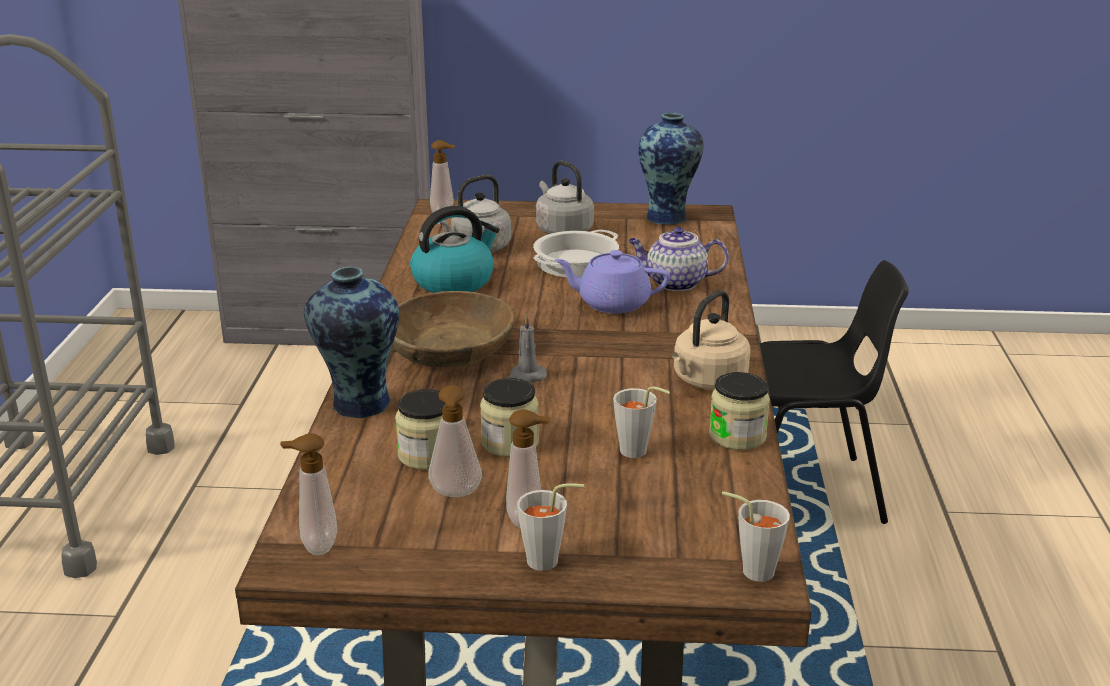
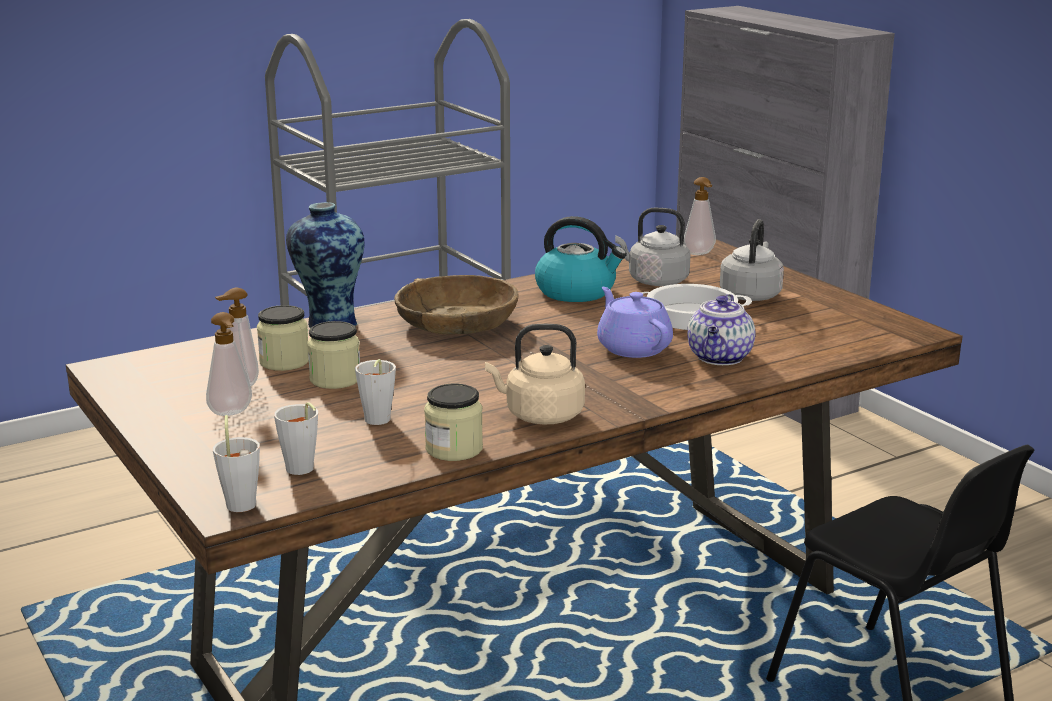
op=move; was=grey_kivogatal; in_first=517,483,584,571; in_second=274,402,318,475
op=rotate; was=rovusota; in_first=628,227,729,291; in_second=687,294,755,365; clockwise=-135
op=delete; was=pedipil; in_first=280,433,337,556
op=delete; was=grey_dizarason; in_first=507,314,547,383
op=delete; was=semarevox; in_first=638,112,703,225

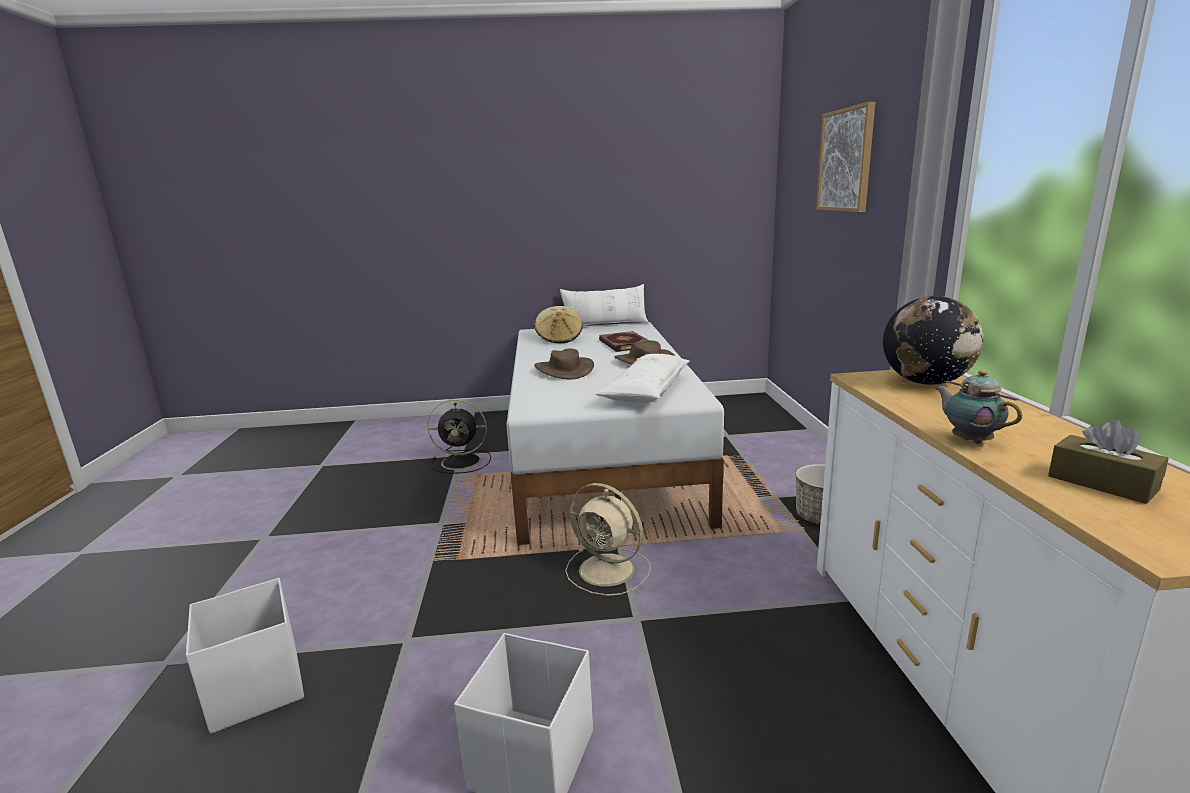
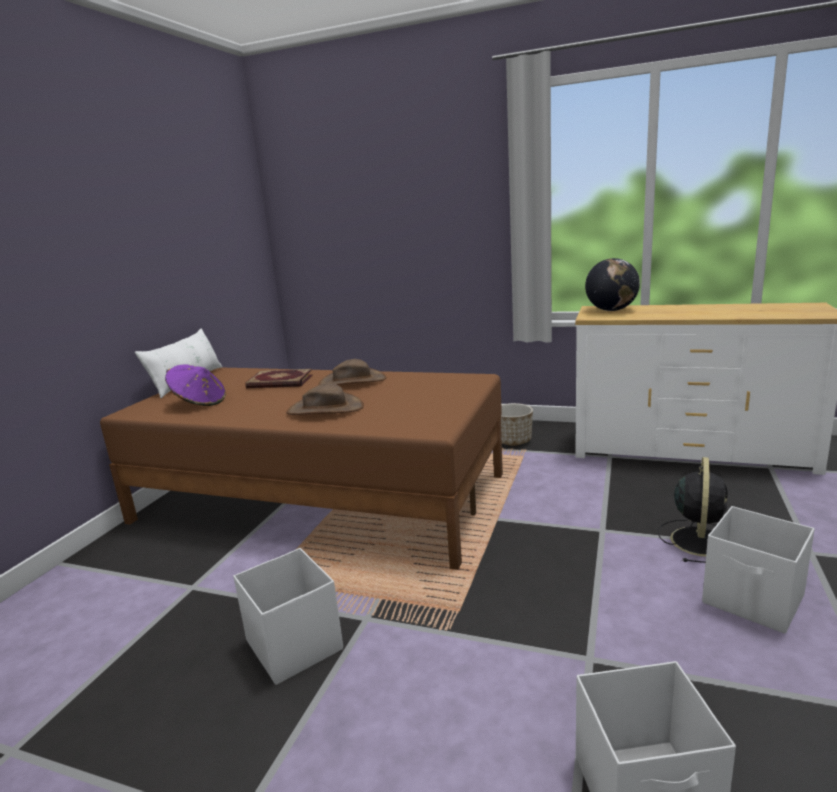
op=recolor; was=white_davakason; now=brown_davakason; in_first=506,322,724,545; in_second=100,368,503,570
op=recolor; was=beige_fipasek; now=purple_fipasek; in_first=534,306,583,343; in_second=165,364,226,406
op=insert; now=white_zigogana; in_second=233,548,343,685
op=move; was=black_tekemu; in_first=427,399,491,474; in_second=658,457,728,563
op=delete; was=beige_tekemu; in_first=565,483,651,596
op=delete; was=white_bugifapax; in_first=595,354,690,403
op=delete; was=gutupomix; in_first=816,101,875,212
op=delete; was=rovusota; in_first=935,370,1022,444
op=delete; was=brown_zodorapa; in_first=1048,419,1169,504

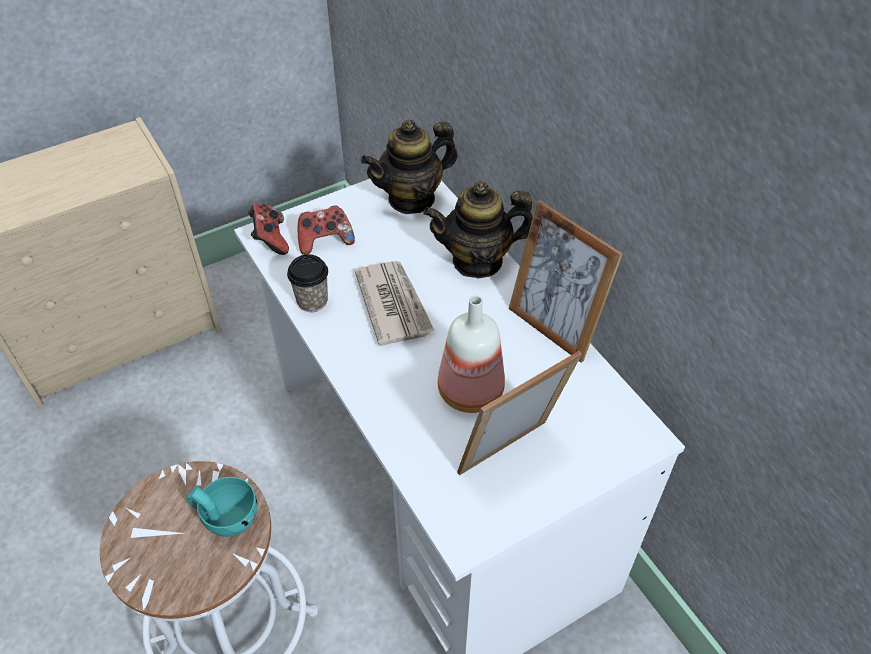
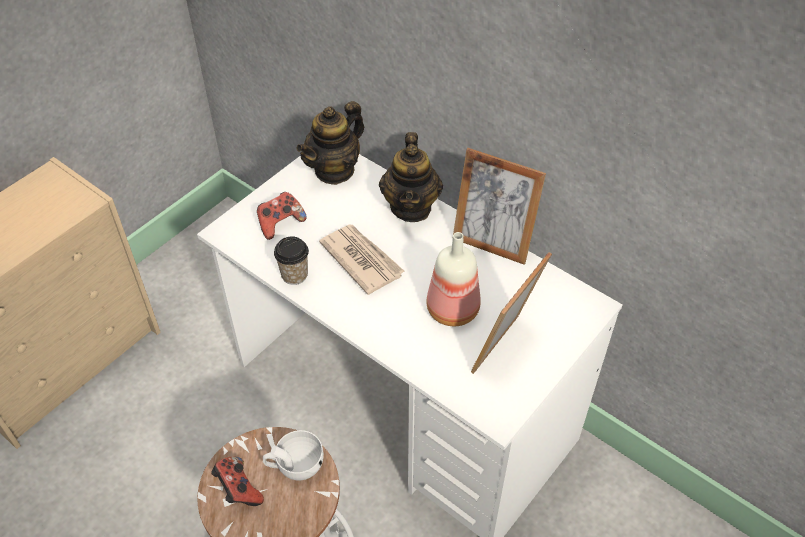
op=move; was=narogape; in_first=248,204,289,255; in_second=211,456,264,506
op=recolor; was=turquoise_kivogatal; now=white_kivogatal; in_first=186,477,258,537; in_second=263,430,324,480
op=rotate; was=rovusota; in_first=423,182,533,278; in_second=379,132,443,222; clockwise=-60

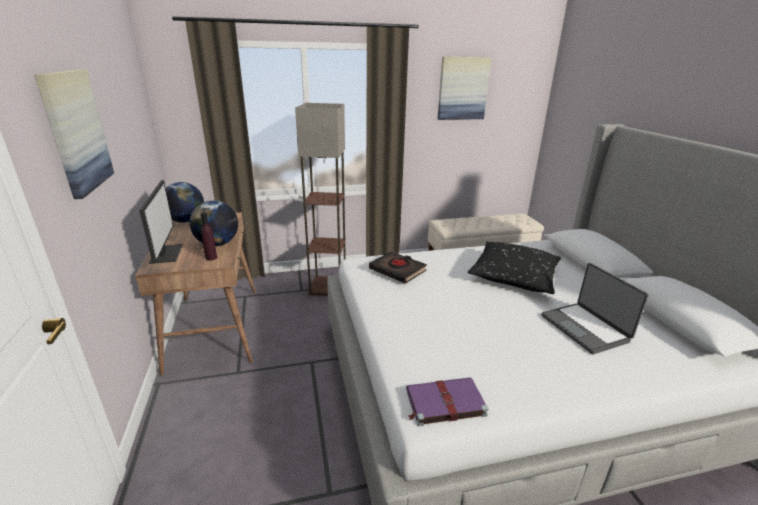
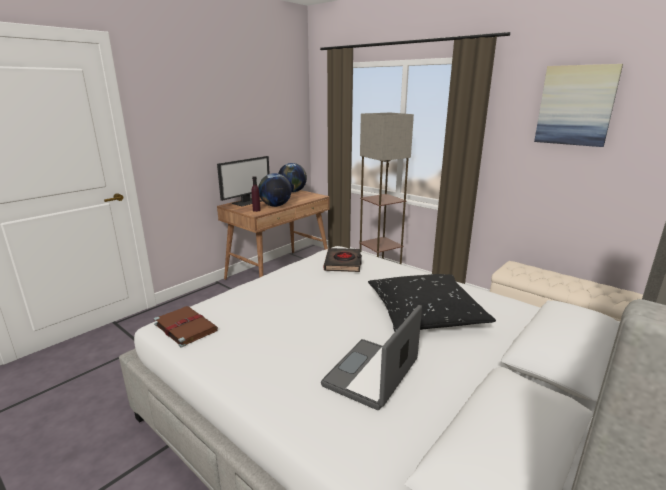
op=recolor; was=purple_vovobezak; now=brown_vovobezak; in_first=406,377,488,426; in_second=154,306,218,348
op=delete; was=gutupomix; in_first=34,69,114,199

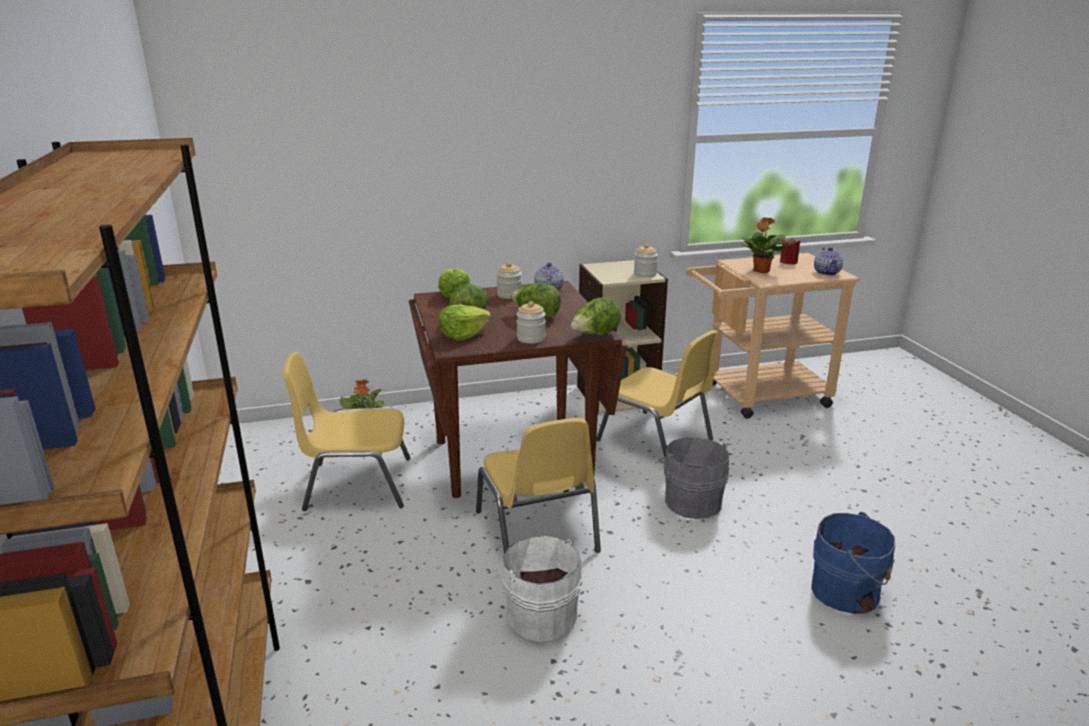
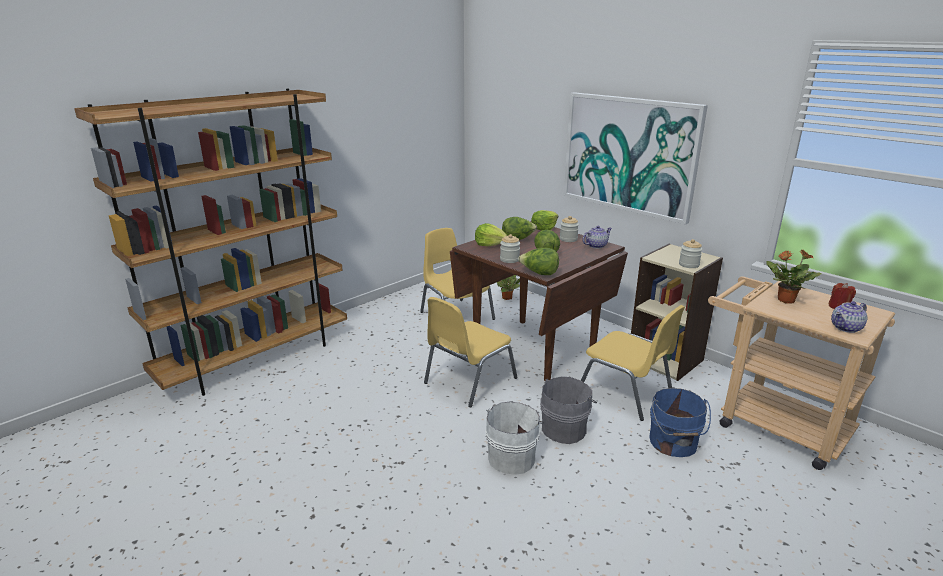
op=move; was=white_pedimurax; in_first=495,535,583,642; in_second=485,402,544,475
op=insert; now=gutupomix; in_second=564,92,708,225
op=rotate; was=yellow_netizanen; in_first=596,330,719,460; in_second=581,305,685,421; clockwise=-60
op=move; was=blue_pedimurax; in_first=811,512,895,614; in_second=649,388,711,457

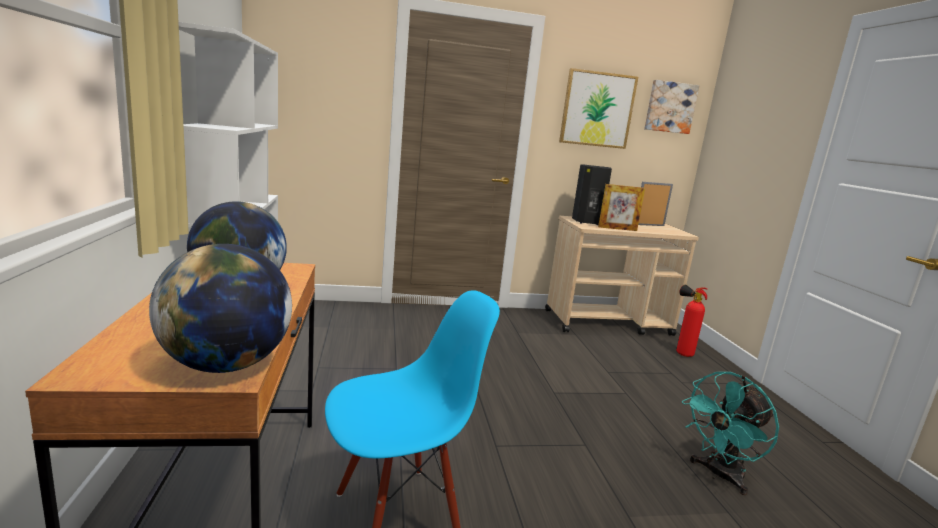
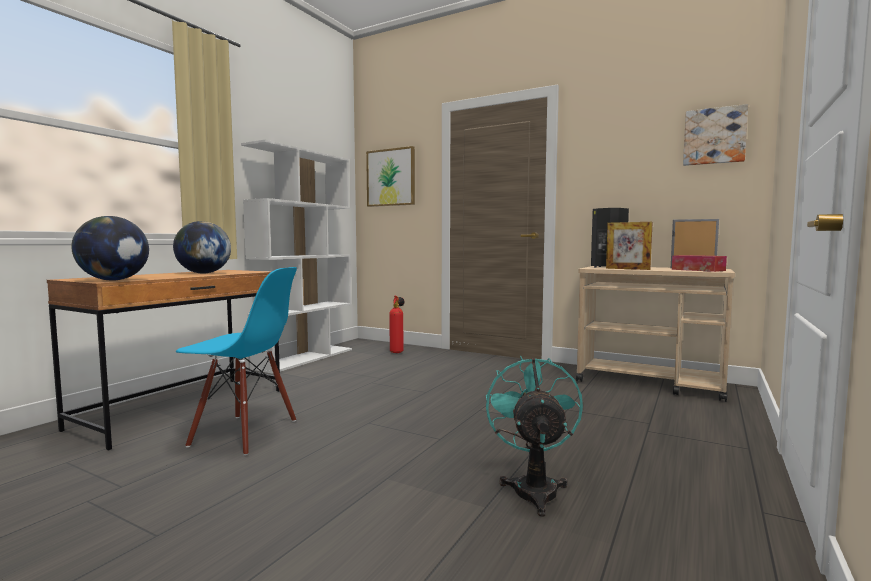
op=move; was=gutupomix; in_first=559,68,638,149; in_second=366,146,415,207
op=move; was=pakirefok; in_first=676,285,708,357; in_second=389,295,405,353
op=rotate; was=turquoise_tekemu; in_first=682,372,779,495; in_second=486,356,583,517; clockwise=90
op=insert; now=zodorapa; in_second=672,255,727,272

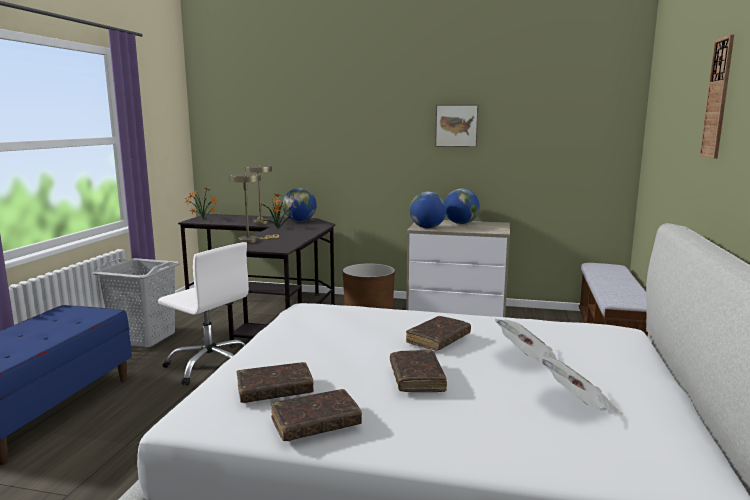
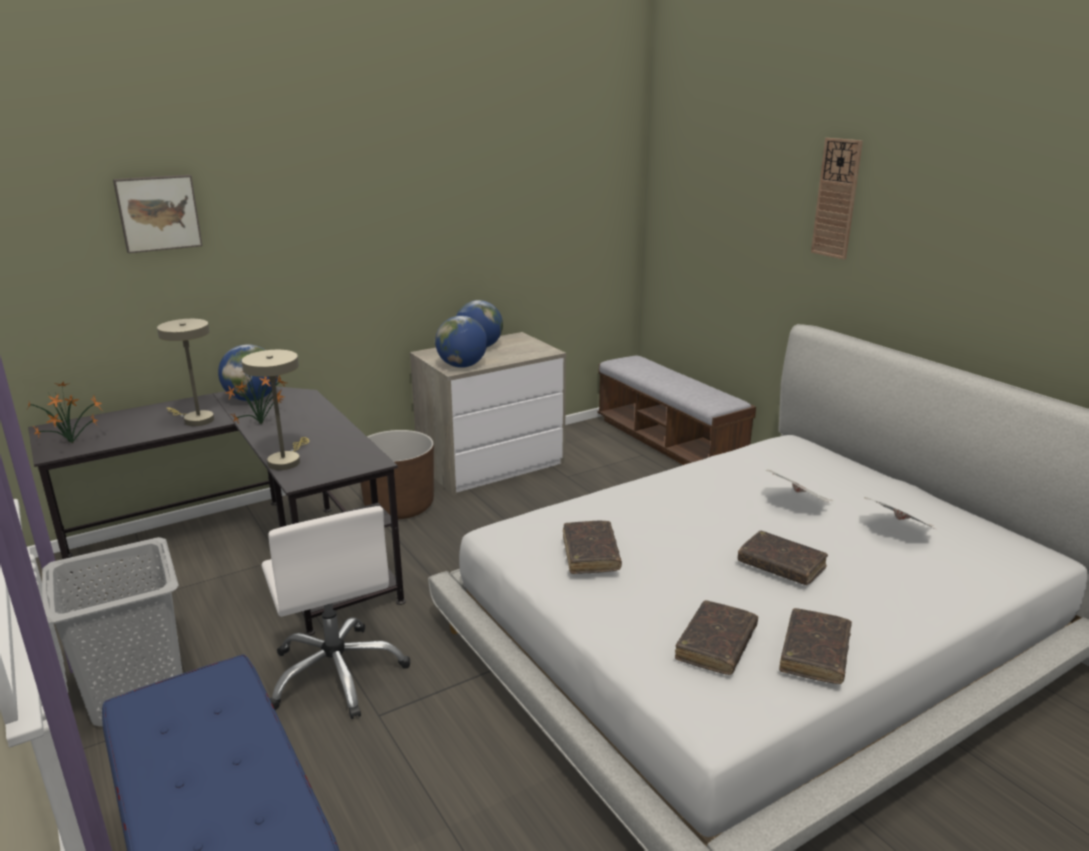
op=move; was=gutupomix; in_first=435,104,478,147; in_second=113,175,203,253
op=rotate; was=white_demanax; in_first=158,242,249,385; in_second=261,506,410,719; clockwise=75
op=move; was=brown_vovobezak; in_first=406,316,471,351; in_second=563,520,622,574

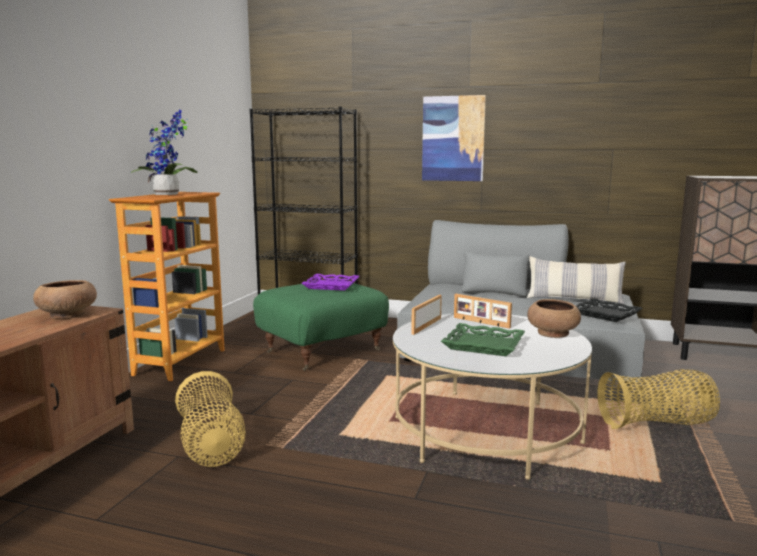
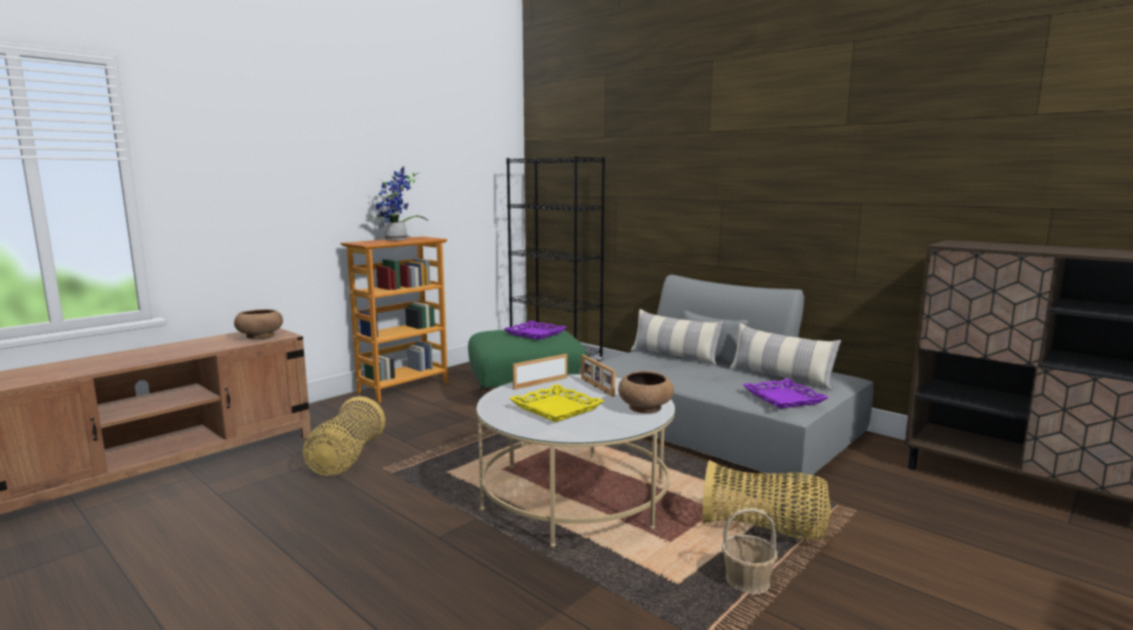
op=recolor; was=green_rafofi; now=yellow_rafofi; in_first=441,323,525,356; in_second=509,384,604,422
op=insert; now=bugifapax; in_second=631,309,724,366
op=insert; now=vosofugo; in_second=722,508,778,594
op=recolor; was=black_rafofi; now=purple_rafofi; in_first=576,298,643,322; in_second=743,379,829,409
op=delete; was=gutupomix; in_first=422,95,486,181

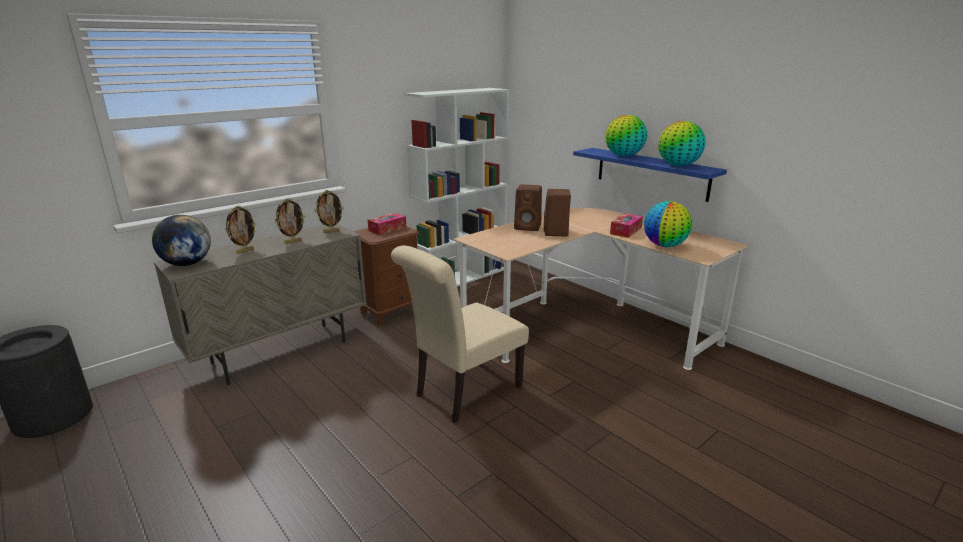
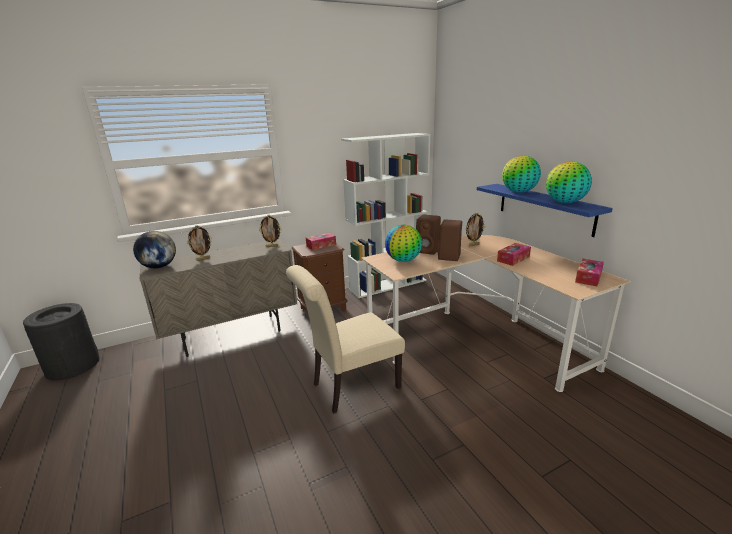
op=move; was=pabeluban; in_first=644,201,692,247; in_second=385,225,422,262
op=move; was=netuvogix; in_first=275,198,306,244; in_second=466,213,485,246
op=insert; now=zodorapa; in_second=575,259,604,286

